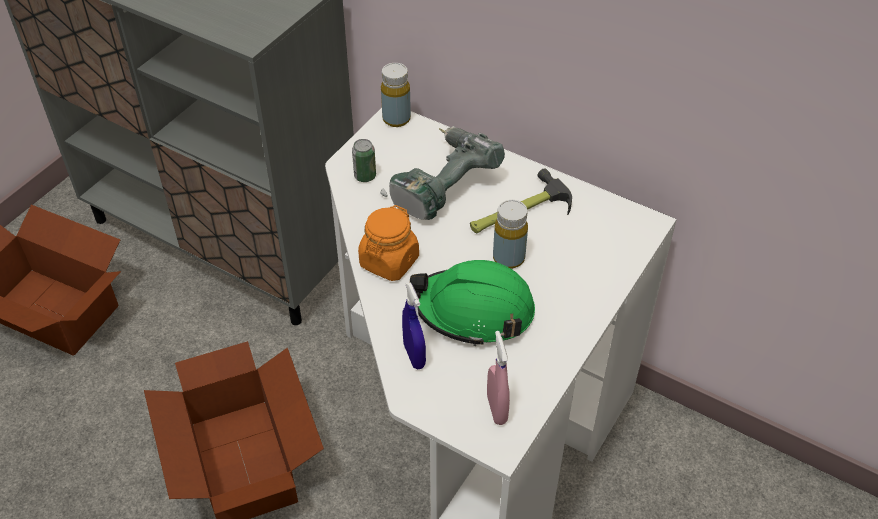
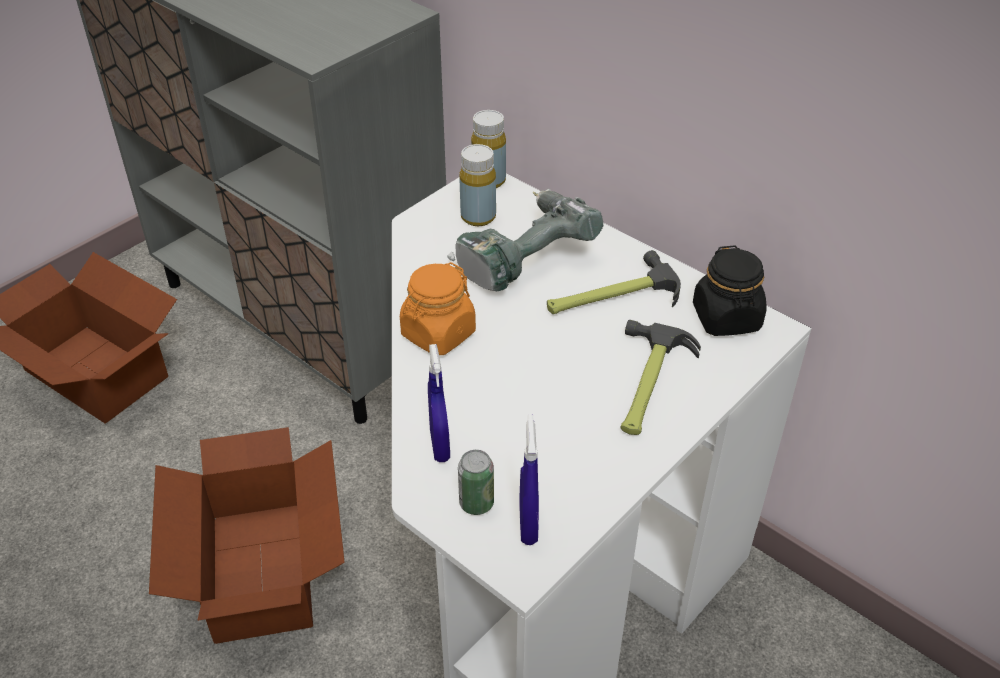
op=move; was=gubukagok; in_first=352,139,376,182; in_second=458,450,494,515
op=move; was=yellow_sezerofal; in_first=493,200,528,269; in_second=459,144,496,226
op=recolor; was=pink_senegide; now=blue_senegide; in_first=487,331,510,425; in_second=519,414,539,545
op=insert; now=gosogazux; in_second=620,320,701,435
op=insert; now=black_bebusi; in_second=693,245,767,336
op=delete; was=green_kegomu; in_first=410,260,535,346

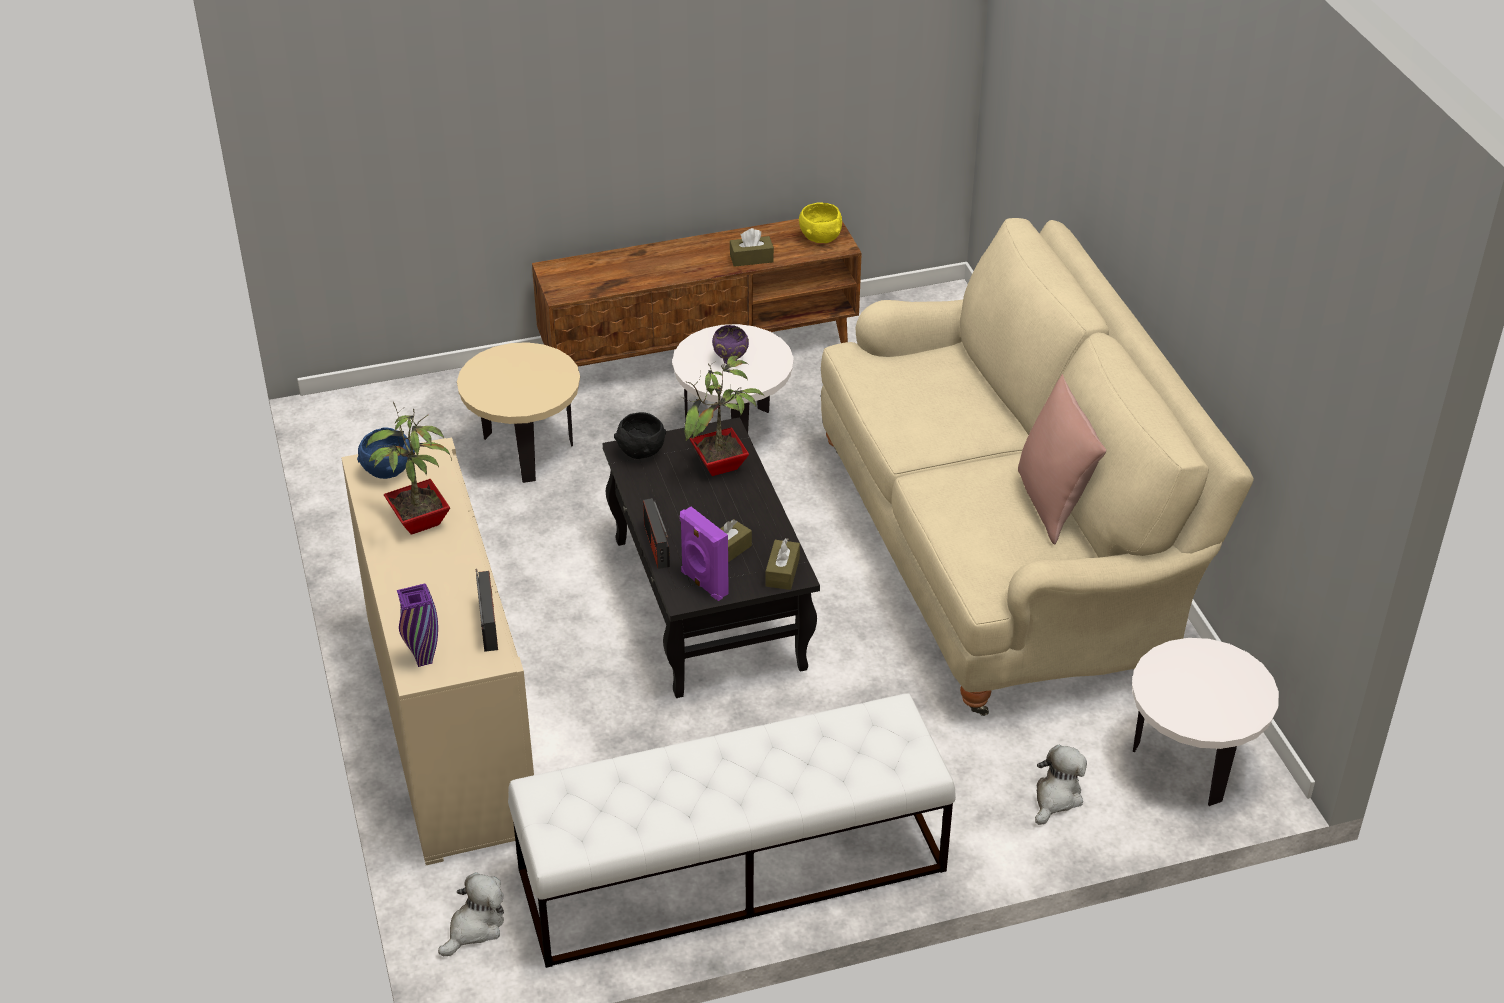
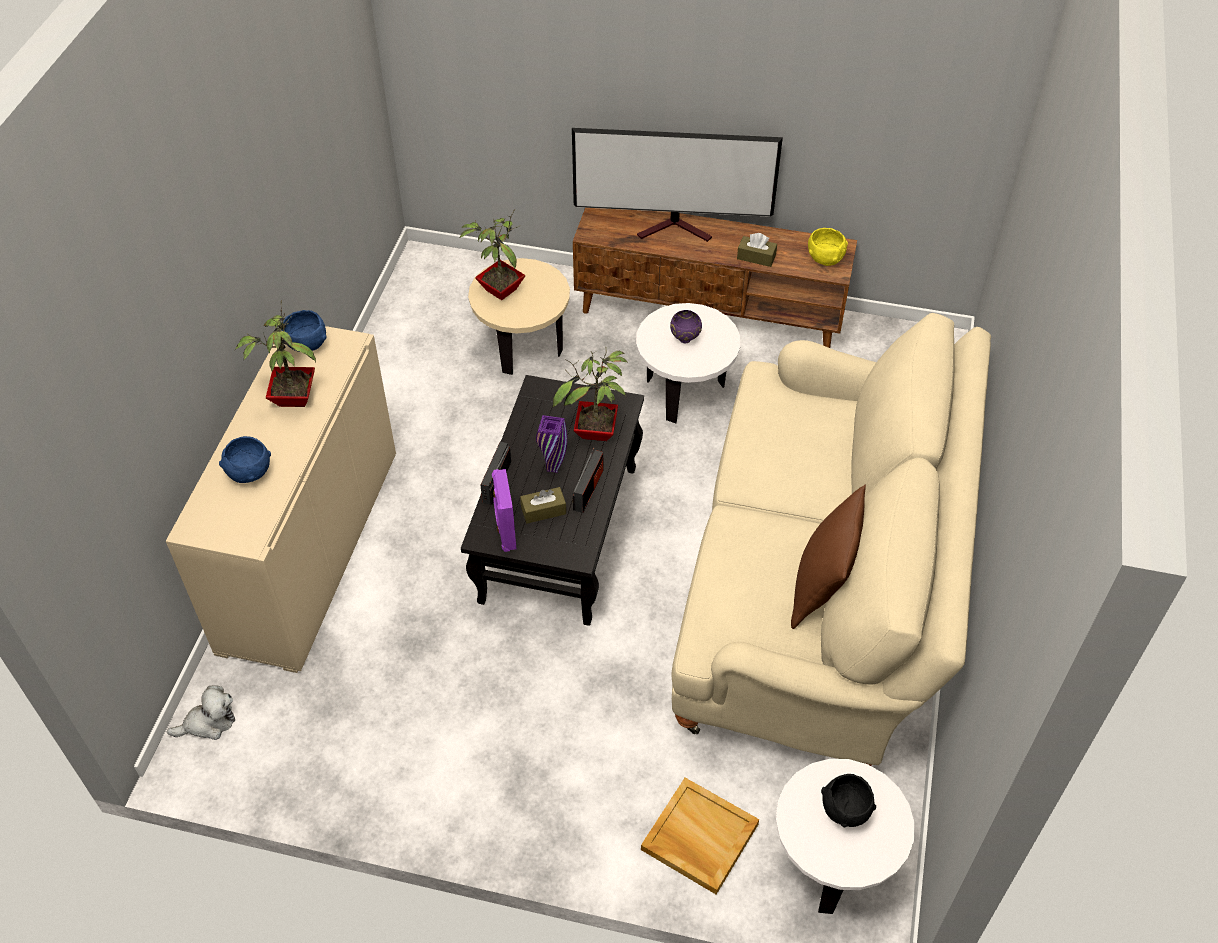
op=insert; now=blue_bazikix; in_second=219,436,271,483
op=insert; now=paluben; in_second=460,210,525,300
op=move; was=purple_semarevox; in_first=397,584,438,667; in_second=536,415,567,473
op=insert; now=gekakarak; in_second=572,128,783,242
op=move; was=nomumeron; in_first=476,569,498,652; in_second=573,448,603,513
op=replace; was=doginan; now=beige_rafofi; in_first=1035,745,1087,825; in_second=641,778,759,895
op=recolor; was=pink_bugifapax; now=brown_bugifapax; in_first=1018,374,1106,545; in_second=791,484,866,629
op=move; was=black_bazikix; in_first=614,412,666,459; in_second=821,774,876,827
op=delete; was=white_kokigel; in_first=508,693,956,968
op=delete; was=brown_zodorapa; in_first=766,538,800,590

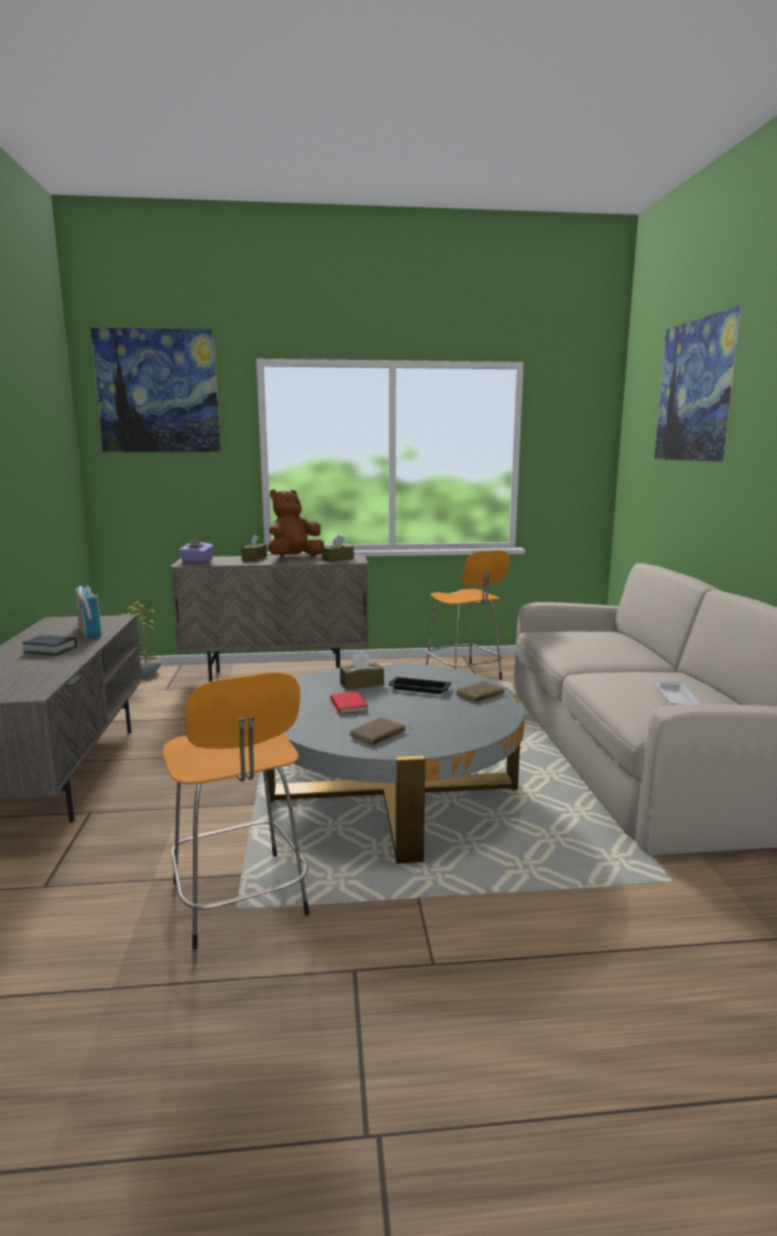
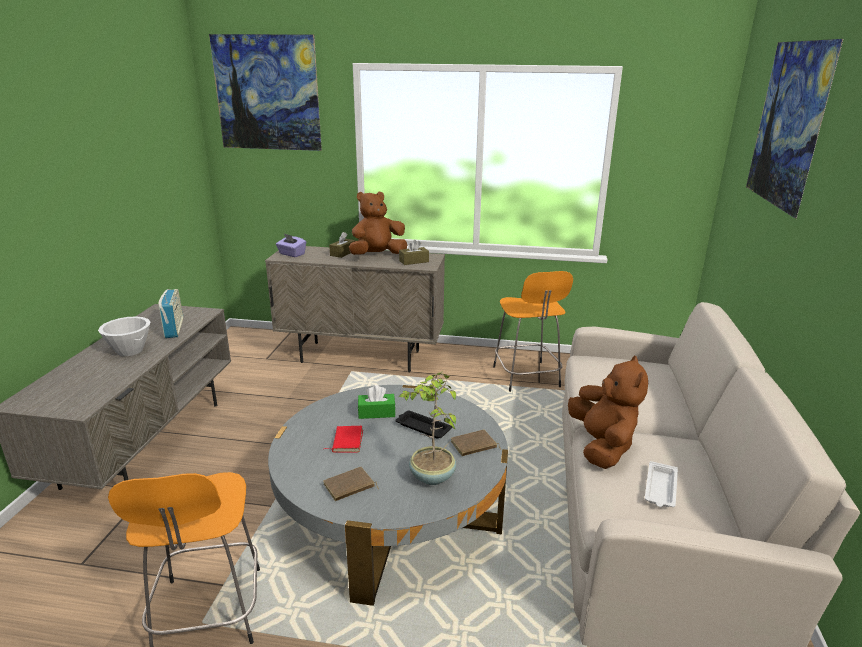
op=replace; was=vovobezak; now=white_bazikix; in_first=22,635,77,655; in_second=98,316,150,356
op=recolor; was=brown_zodorapa; now=green_zodorapa; in_first=340,651,384,690; in_second=358,385,395,419
op=move; was=paluben; in_first=120,600,161,676; in_second=398,371,456,485
op=insert; now=brown_doginan; in_second=568,355,648,469

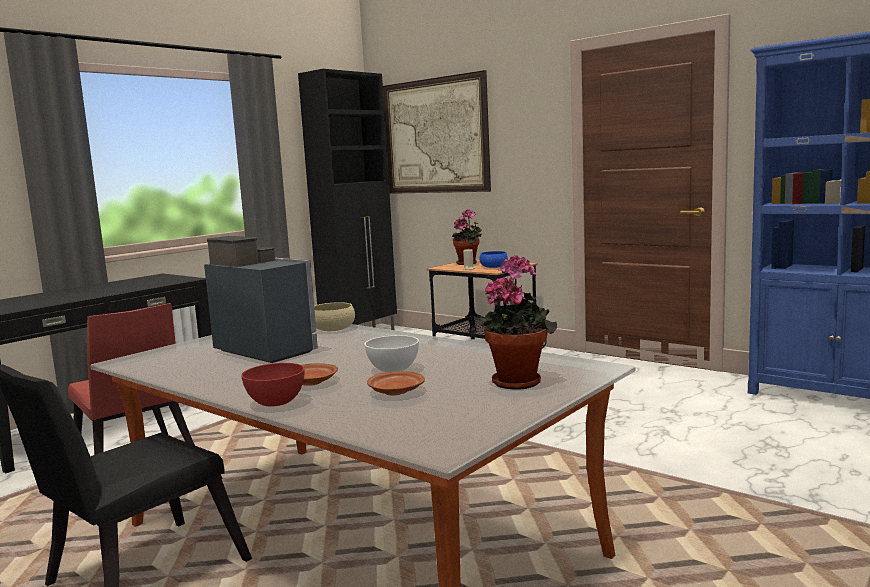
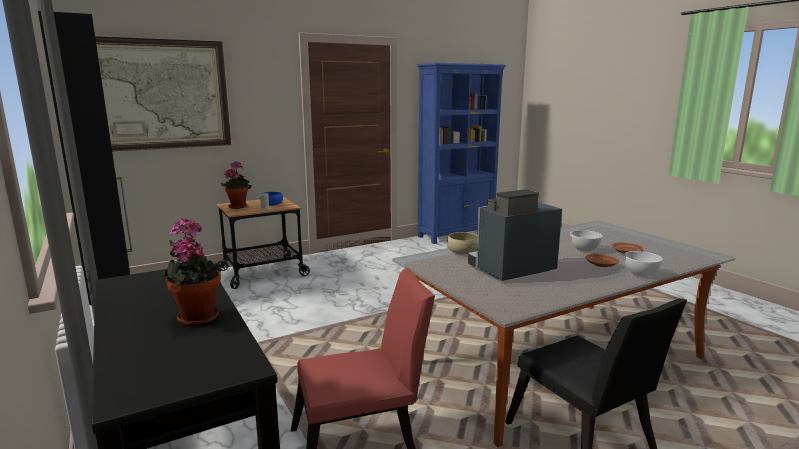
op=move; was=paluben; in_first=474,254,557,390; in_second=162,218,222,326
op=recolor; was=red_bazikix; now=white_bazikix; in_first=241,363,304,406; in_second=624,251,663,276

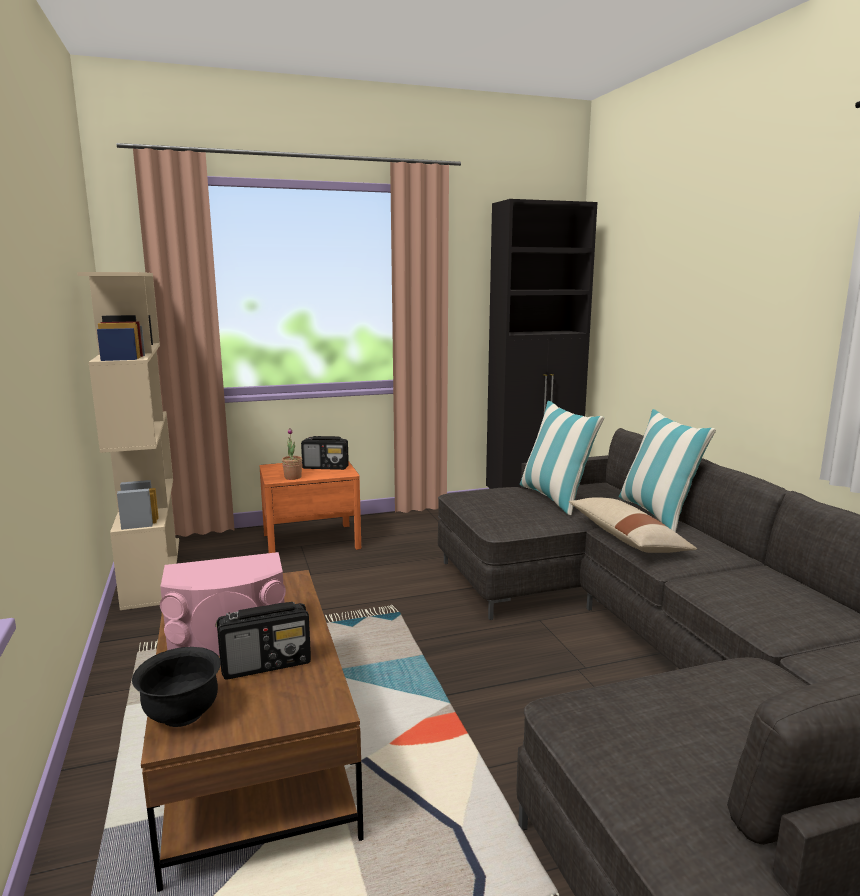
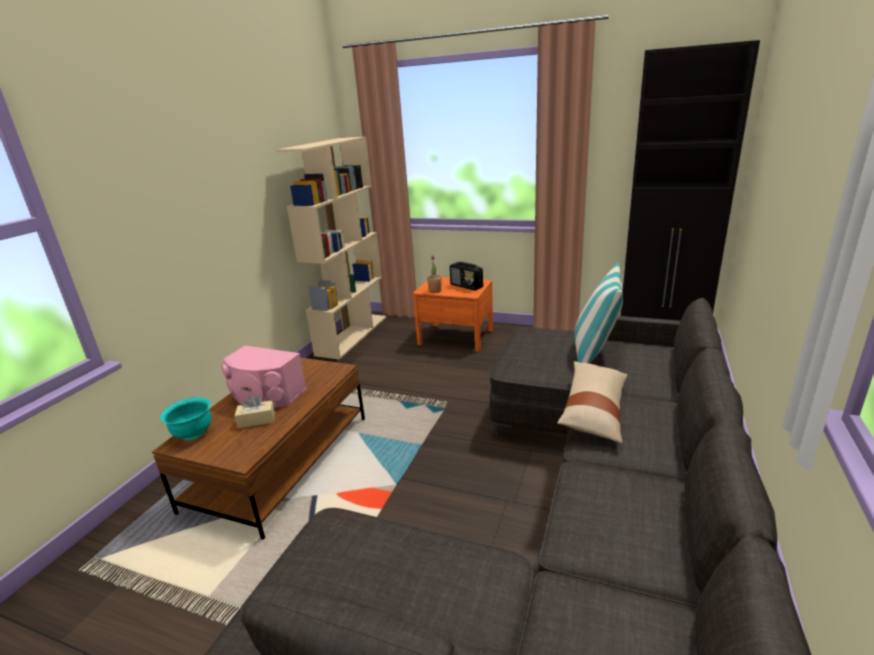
op=recolor; was=black_bazikix; now=turquoise_bazikix; in_first=132,647,221,727; in_second=160,397,212,440
op=replace; was=nomumeron; now=beige_zodorapa; in_first=217,602,311,680; in_second=235,396,275,428
op=delete; was=bugifapax; in_first=619,409,716,532

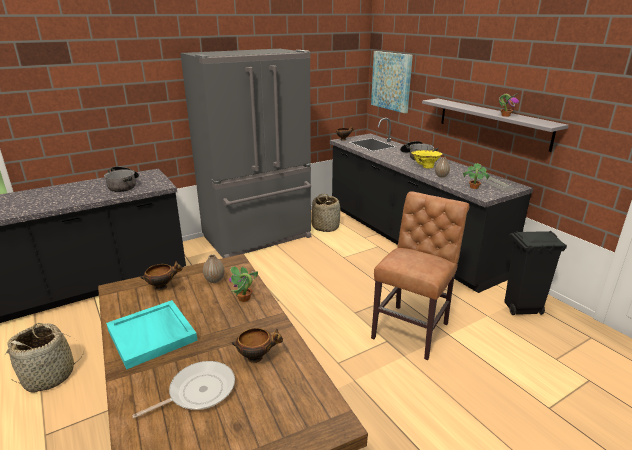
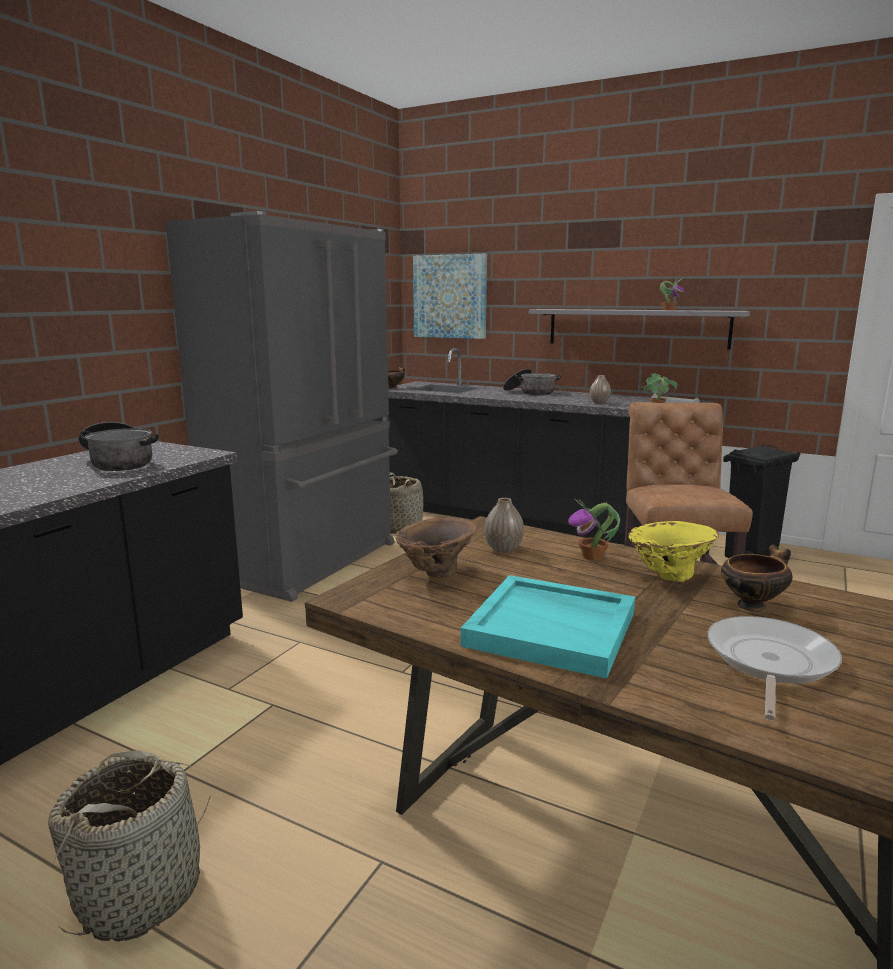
op=replace; was=bazikix; now=brown_semarevox; in_first=140,261,182,291; in_second=396,518,477,578
op=move; was=yellow_semarevox; in_first=411,150,443,169; in_second=628,521,719,582

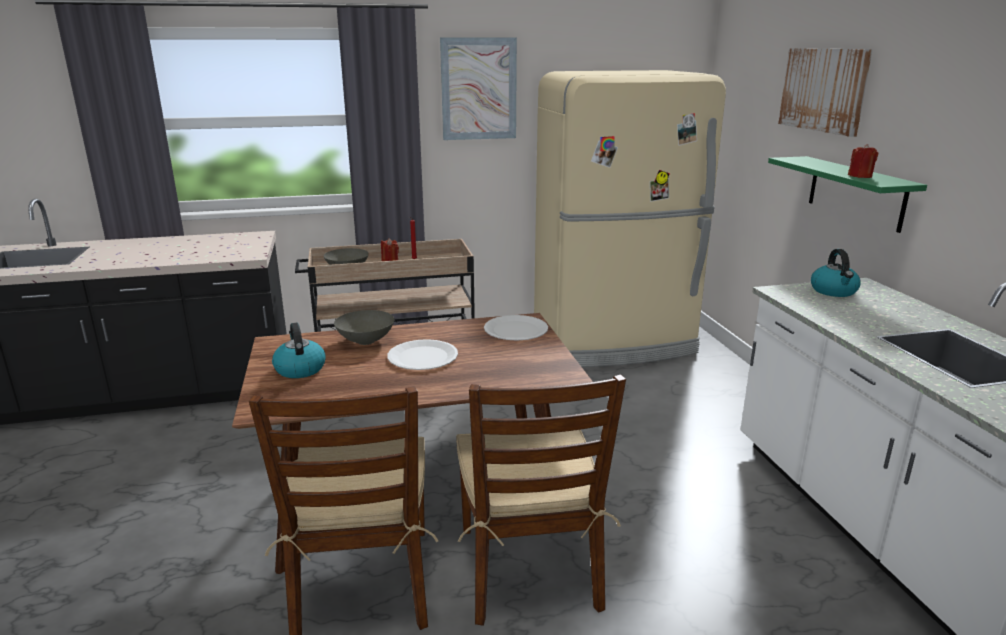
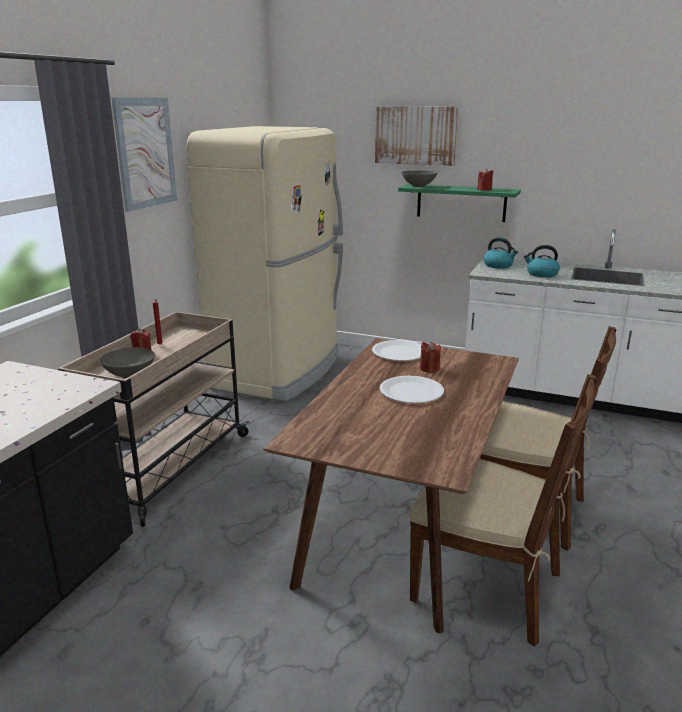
op=move; was=grey_bazikix; in_first=334,310,394,345; in_second=402,171,437,187
op=insert; now=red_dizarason; in_second=420,341,441,373
op=move; was=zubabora; in_first=272,323,325,378; in_second=523,245,560,278

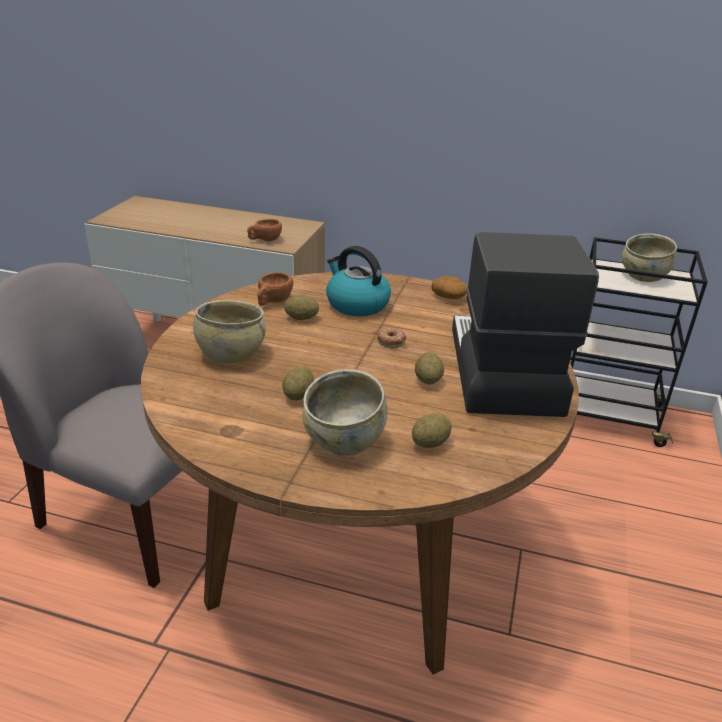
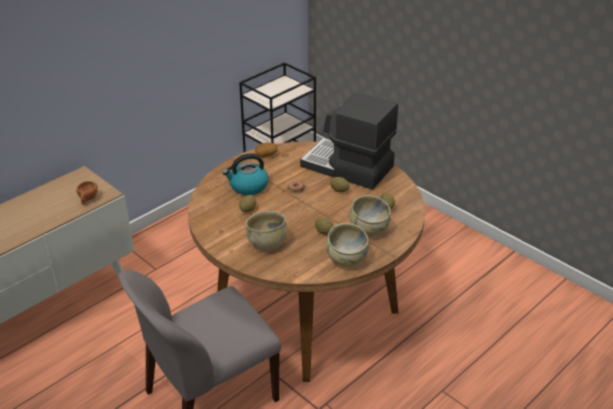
op=move; was=beige_bazikix; in_first=622,233,677,282; in_second=326,223,369,267
op=delete; was=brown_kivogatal; in_first=257,272,293,306

